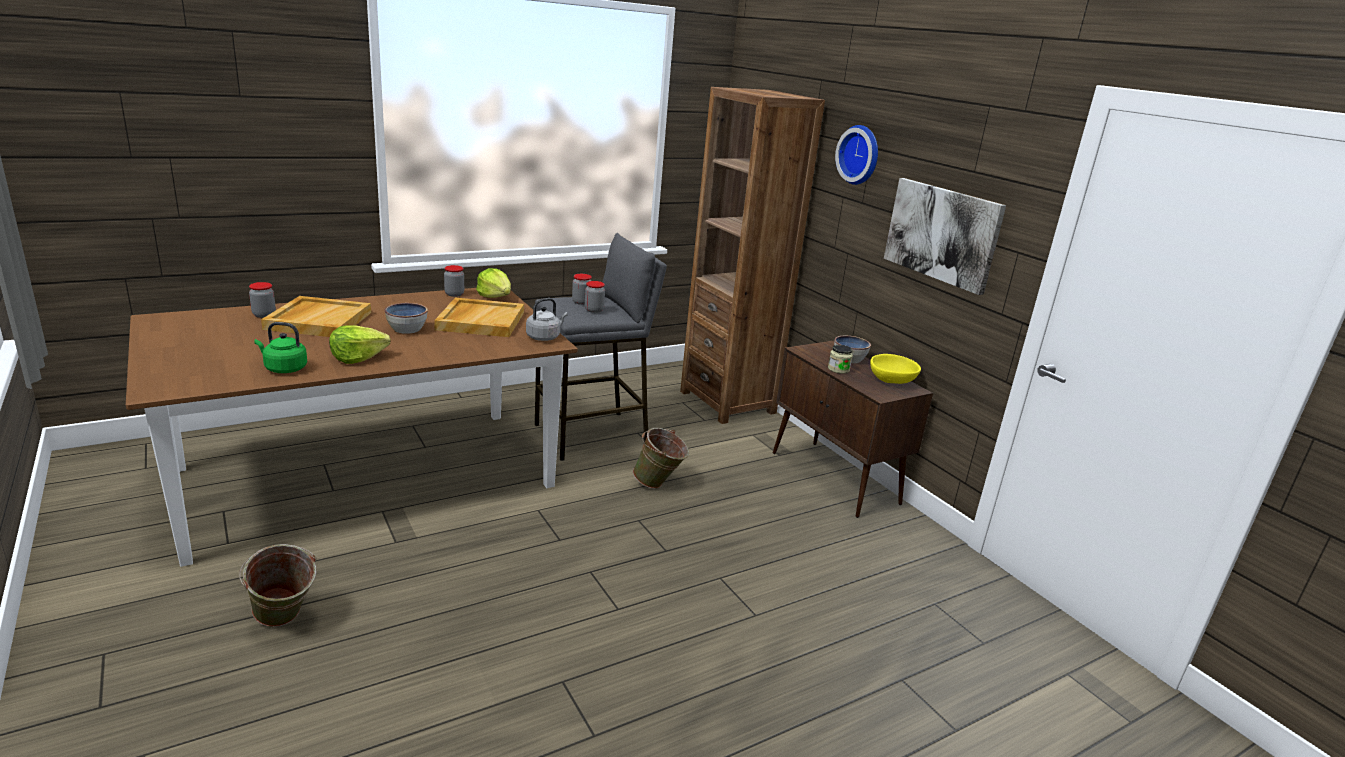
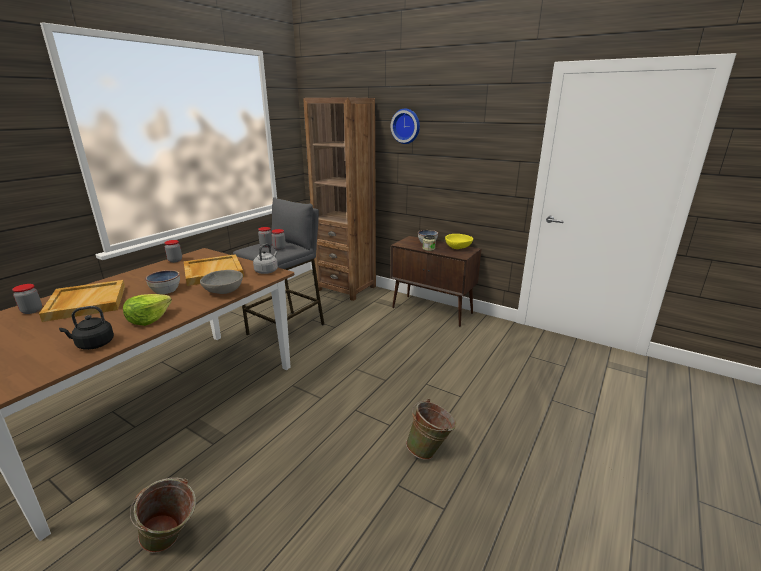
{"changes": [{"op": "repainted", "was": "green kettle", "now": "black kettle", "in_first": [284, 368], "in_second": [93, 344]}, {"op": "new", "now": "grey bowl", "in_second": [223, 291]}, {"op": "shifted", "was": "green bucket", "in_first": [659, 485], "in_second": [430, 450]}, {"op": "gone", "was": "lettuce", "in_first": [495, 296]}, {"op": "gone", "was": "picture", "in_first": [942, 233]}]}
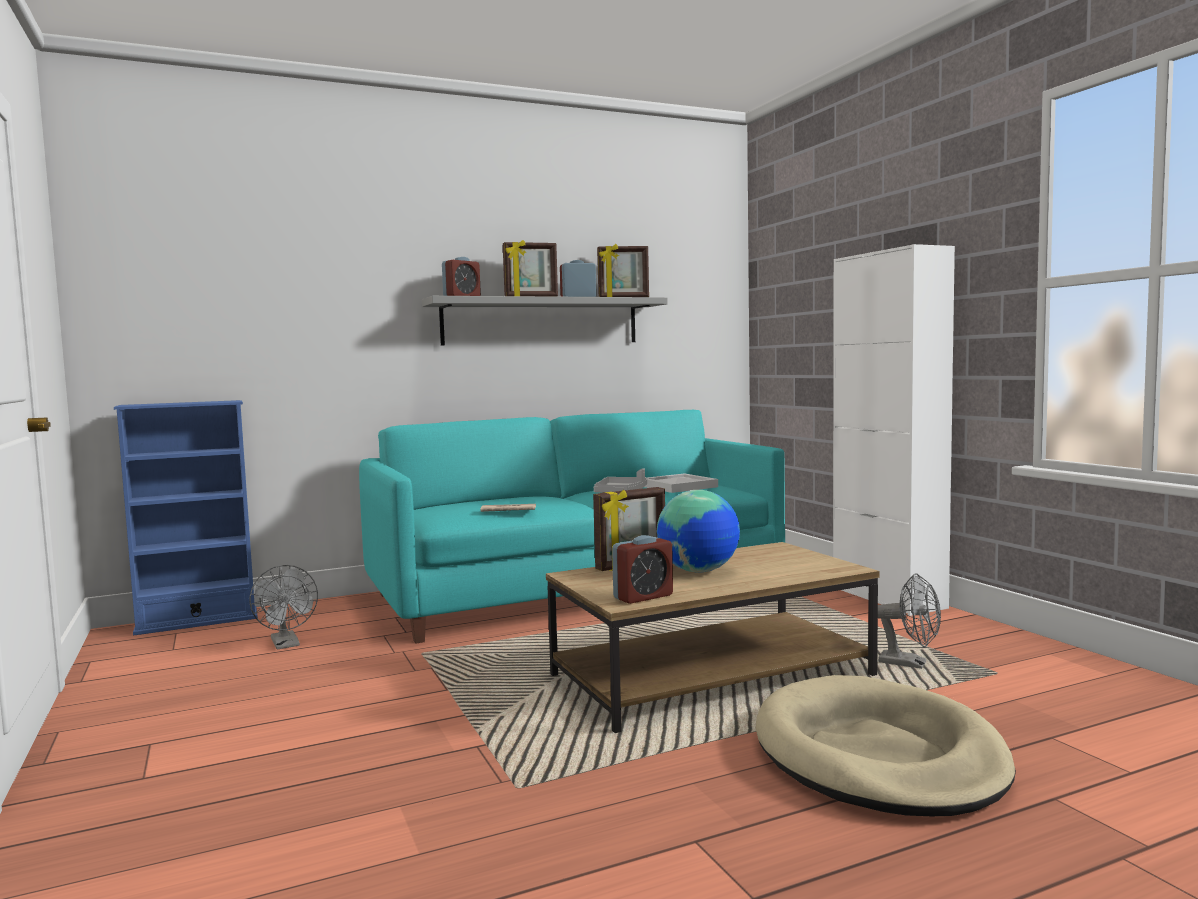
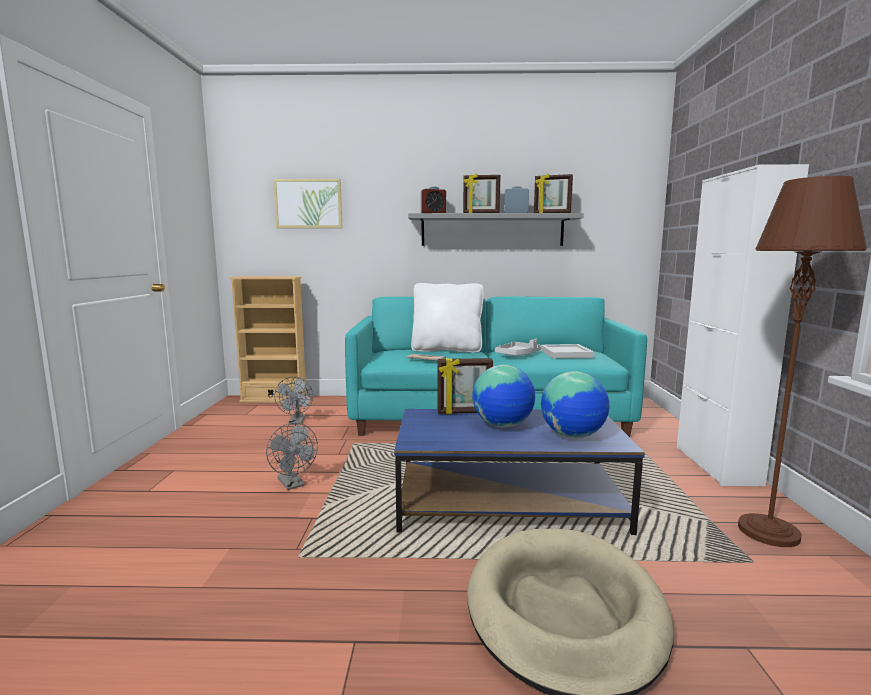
{"changes": [{"op": "repainted", "was": "blue bookcase", "now": "beige bookcase", "in_first": [197, 621], "in_second": [274, 399]}, {"op": "shifted", "was": "grey fan", "in_first": [910, 664], "in_second": [293, 484]}, {"op": "new", "now": "picture", "in_second": [308, 204]}, {"op": "repainted", "was": "brown coffee table", "now": "blue coffee table", "in_first": [713, 675], "in_second": [509, 503]}, {"op": "new", "now": "white pillow", "in_second": [447, 350]}, {"op": "new", "now": "globe", "in_second": [573, 435]}, {"op": "new", "now": "brown floor lamp", "in_second": [768, 532]}, {"op": "gone", "was": "alarm clock", "in_first": [643, 597]}]}
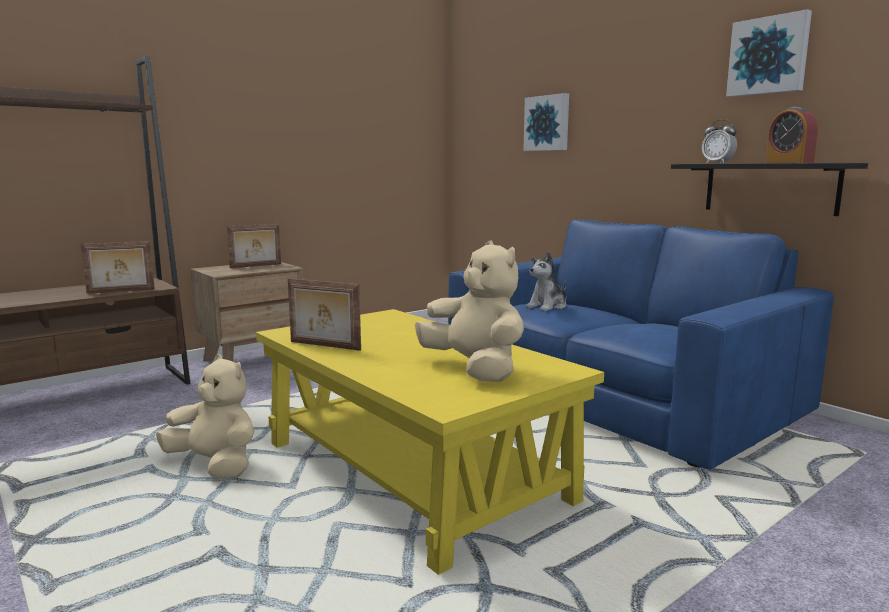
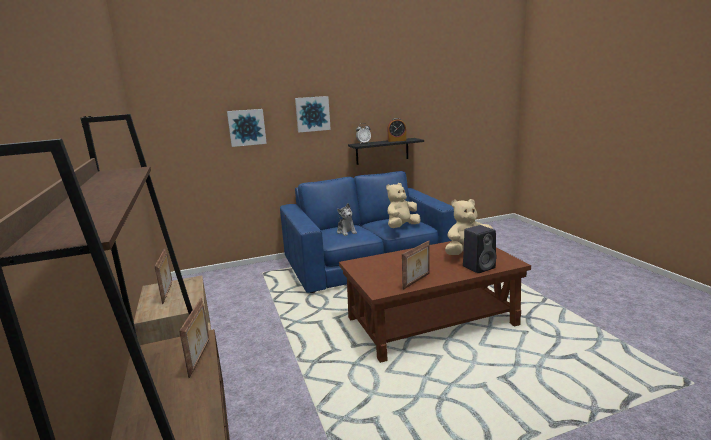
{"changes": [{"op": "shifted", "was": "picture", "in_first": [768, 56], "in_second": [312, 114]}, {"op": "repainted", "was": "yellow coffee table", "now": "brown coffee table", "in_first": [414, 471], "in_second": [431, 321]}, {"op": "shifted", "was": "beige plush toy", "in_first": [215, 465], "in_second": [402, 227]}, {"op": "new", "now": "black speaker", "in_second": [479, 267]}]}
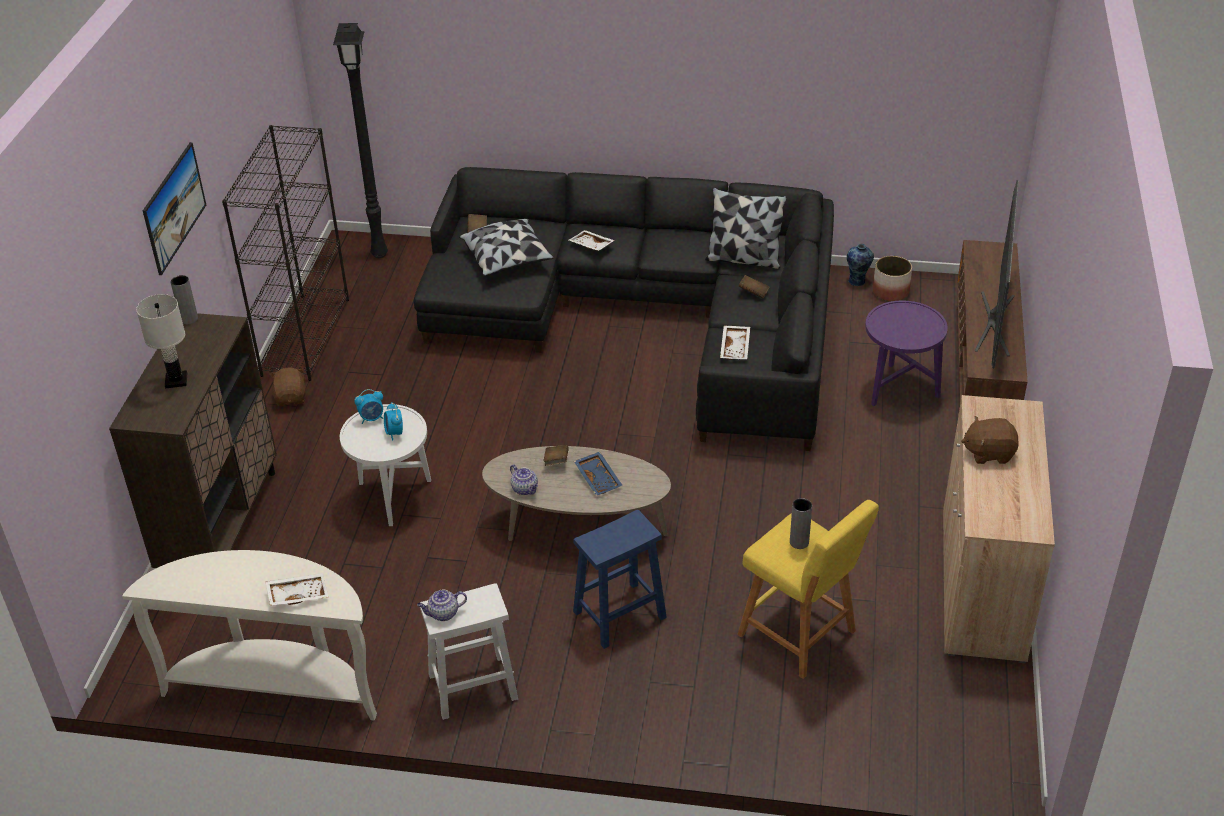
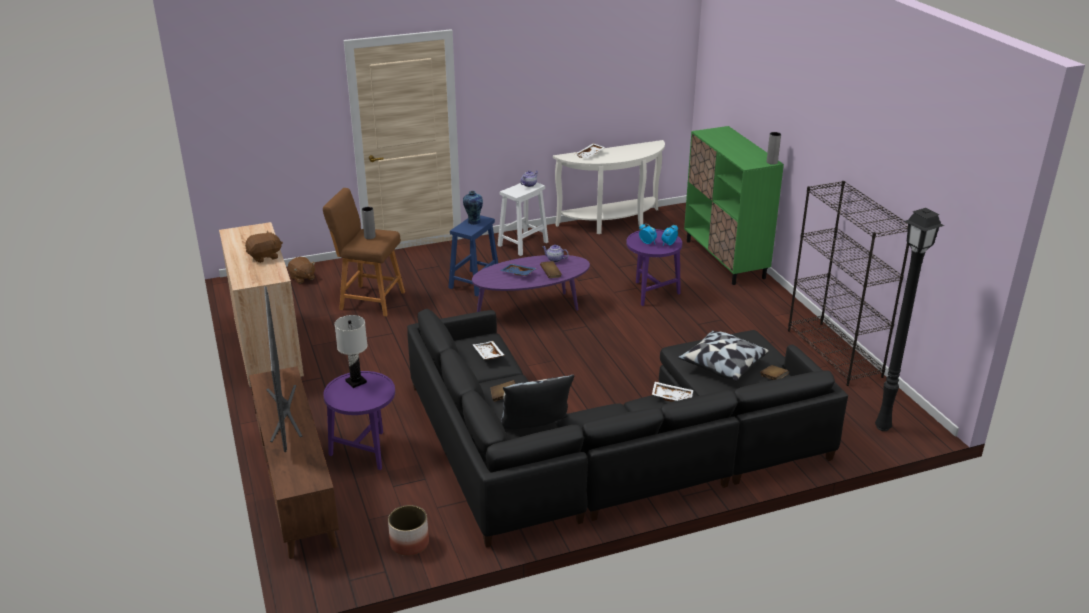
{"changes": [{"op": "shifted", "was": "brown plush toy", "in_first": [291, 398], "in_second": [302, 278]}, {"op": "repainted", "was": "yellow stool", "now": "brown stool", "in_first": [801, 636], "in_second": [369, 300]}, {"op": "shifted", "was": "white table lamp", "in_first": [176, 380], "in_second": [356, 382]}, {"op": "shifted", "was": "vase", "in_first": [857, 281], "in_second": [473, 222]}, {"op": "repainted", "was": "beige coffee table", "now": "purple coffee table", "in_first": [578, 527], "in_second": [531, 309]}, {"op": "repainted", "was": "white side table", "now": "purple side table", "in_first": [393, 498], "in_second": [651, 292]}, {"op": "repainted", "was": "brown cabinet", "now": "green cabinet", "in_first": [221, 524], "in_second": [725, 259]}, {"op": "gone", "was": "picture", "in_first": [178, 223]}]}
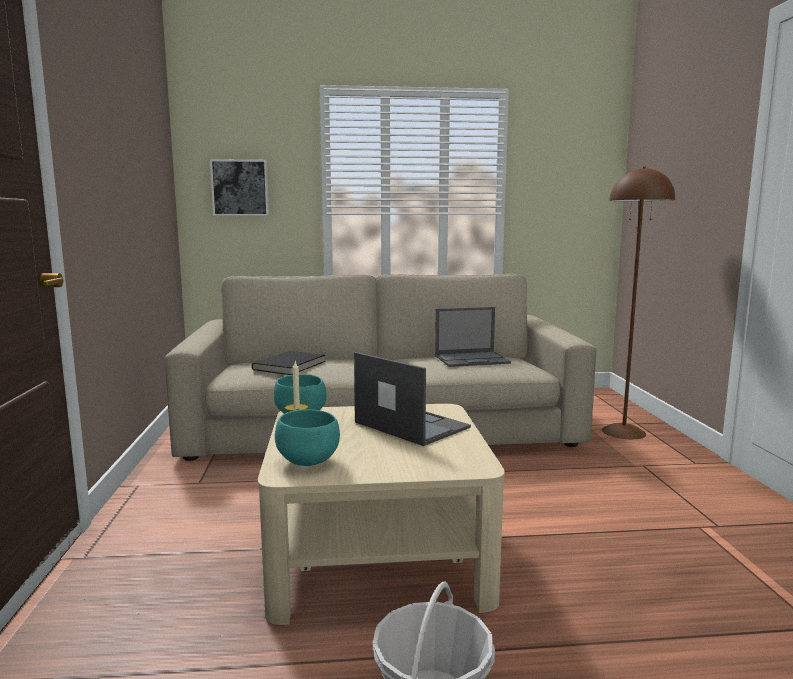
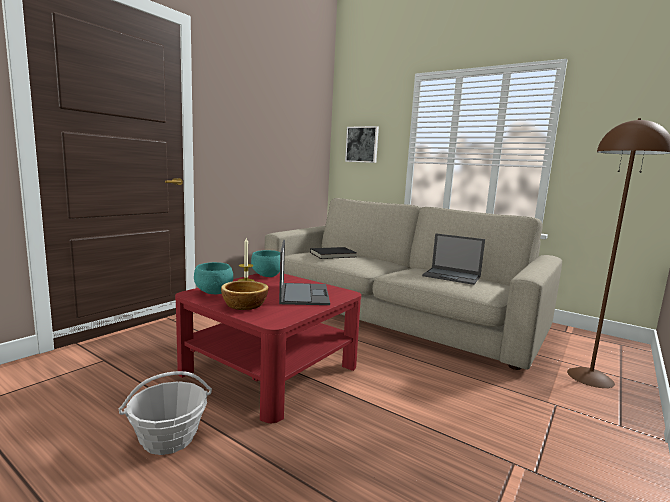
{"changes": [{"op": "repainted", "was": "beige coffee table", "now": "red coffee table", "in_first": [378, 552], "in_second": [271, 369]}, {"op": "new", "now": "bowl", "in_second": [243, 305]}]}
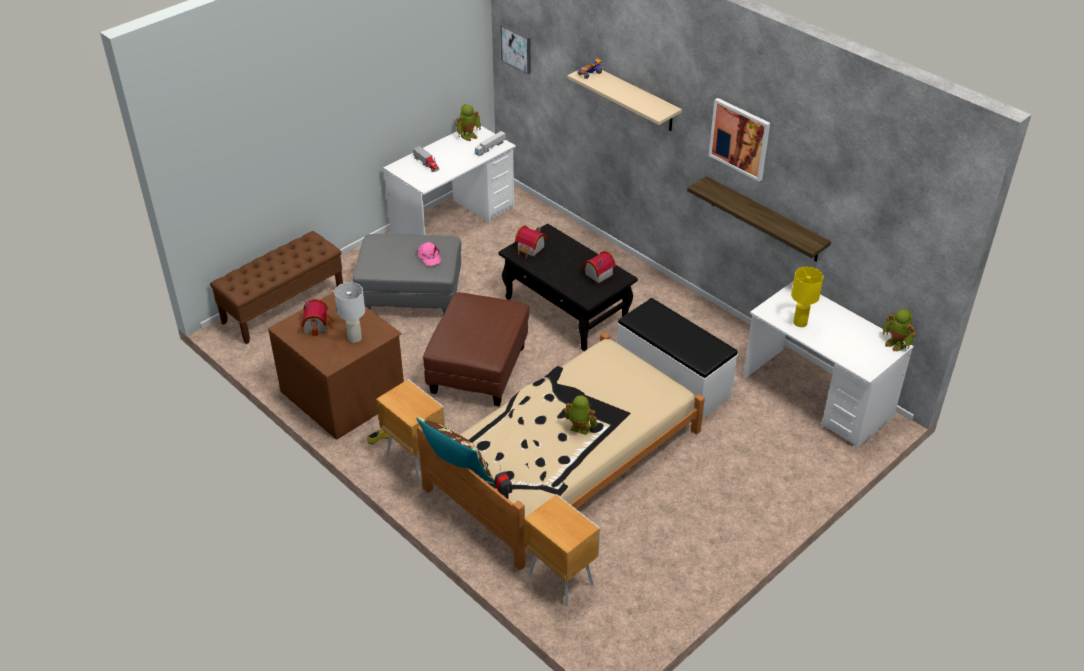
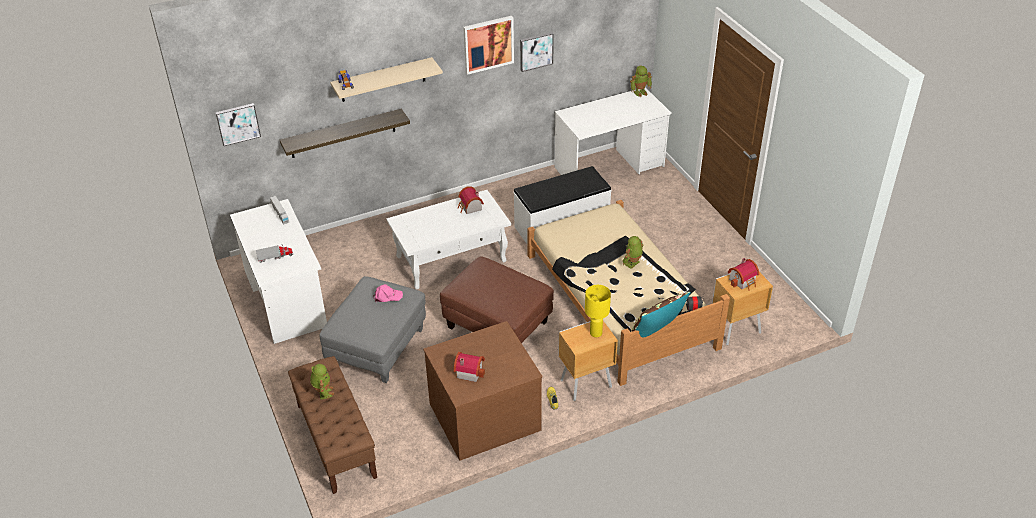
{"changes": [{"op": "shifted", "was": "shelf", "in_first": [764, 219], "in_second": [343, 133]}, {"op": "shifted", "was": "toy robot", "in_first": [468, 135], "in_second": [323, 392]}, {"op": "repainted", "was": "black coffee table", "now": "white coffee table", "in_first": [567, 310], "in_second": [452, 258]}, {"op": "new", "now": "picture", "in_second": [536, 51]}, {"op": "shifted", "was": "yellow table lamp", "in_first": [799, 322], "in_second": [595, 333]}, {"op": "shifted", "was": "toy house", "in_first": [530, 249], "in_second": [743, 281]}, {"op": "gone", "was": "white table lamp", "in_first": [354, 338]}]}
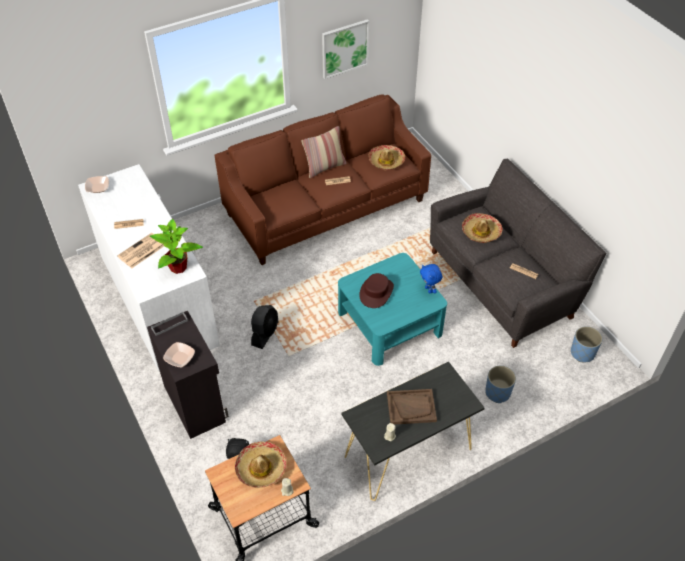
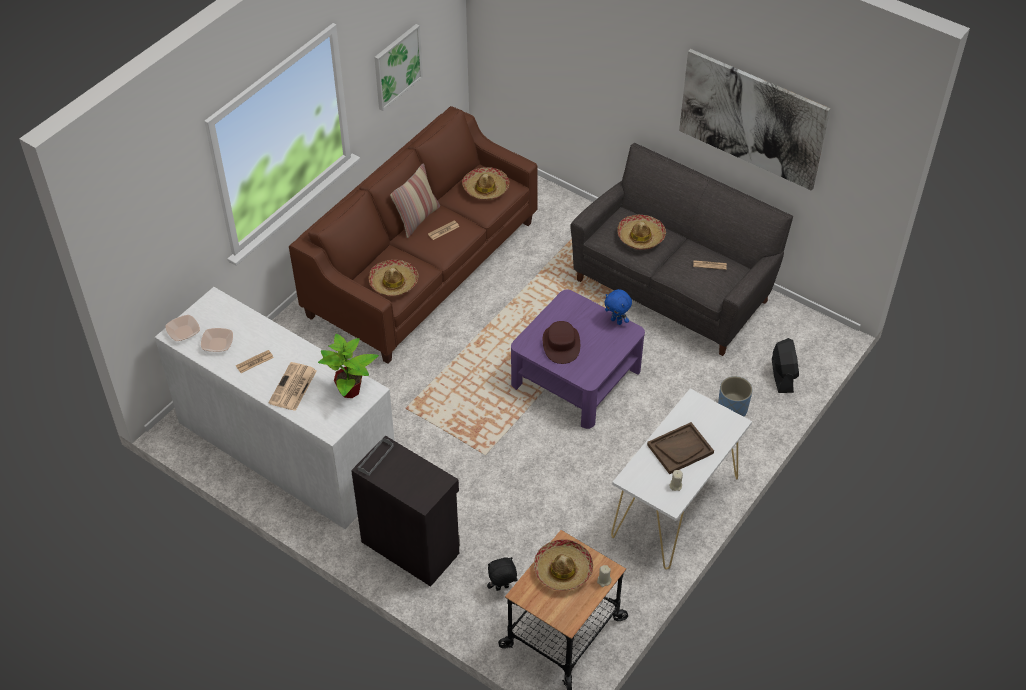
{"changes": [{"op": "shifted", "was": "bowl", "in_first": [180, 358], "in_second": [218, 344]}, {"op": "new", "now": "hat", "in_second": [394, 283]}, {"op": "repainted", "was": "turquoise coffee table", "now": "purple coffee table", "in_first": [390, 323], "in_second": [576, 377]}, {"op": "repainted", "was": "black console table", "now": "white console table", "in_first": [407, 453], "in_second": [675, 507]}, {"op": "new", "now": "picture", "in_second": [752, 118]}, {"op": "shifted", "was": "black fan", "in_first": [265, 333], "in_second": [782, 375]}, {"op": "gone", "was": "blue planter", "in_first": [582, 353]}]}
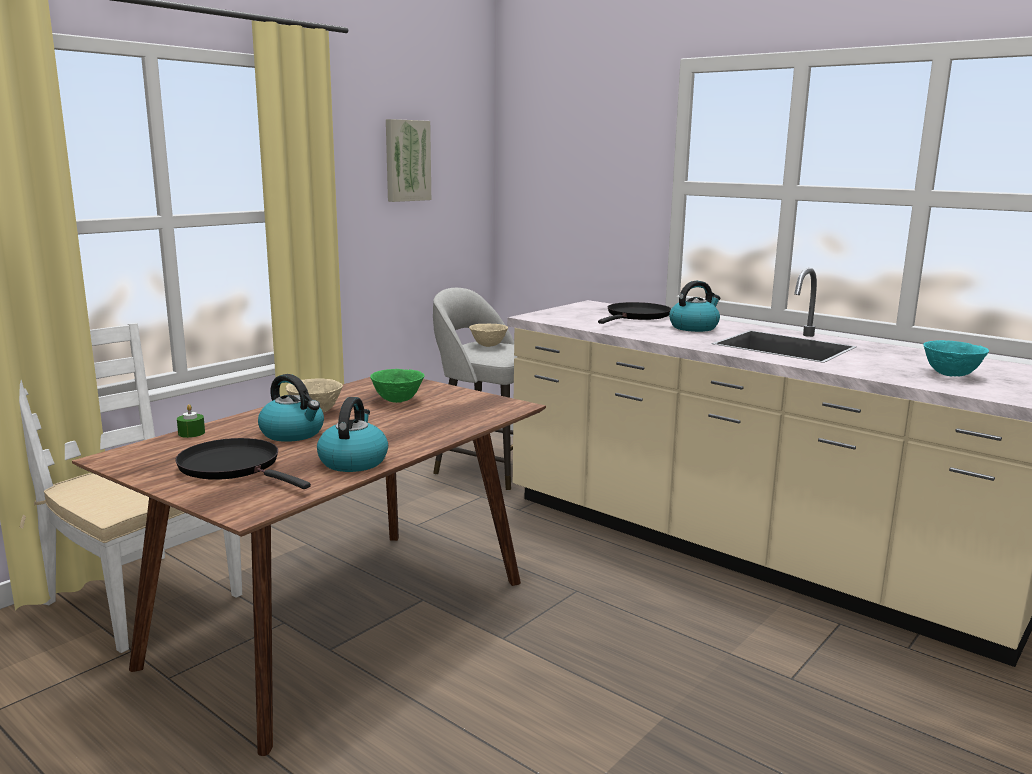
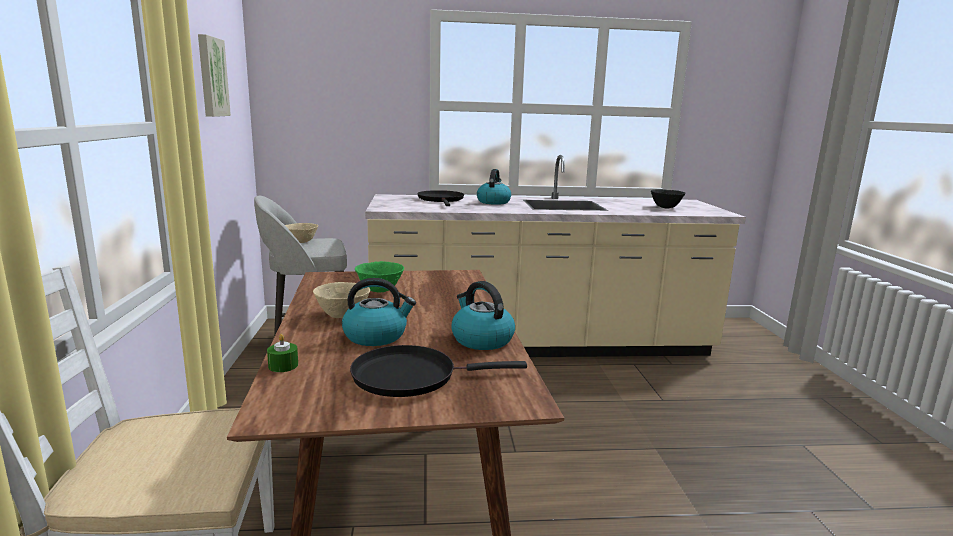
{"changes": [{"op": "repainted", "was": "turquoise bowl", "now": "black bowl", "in_first": [951, 375], "in_second": [666, 208]}]}
